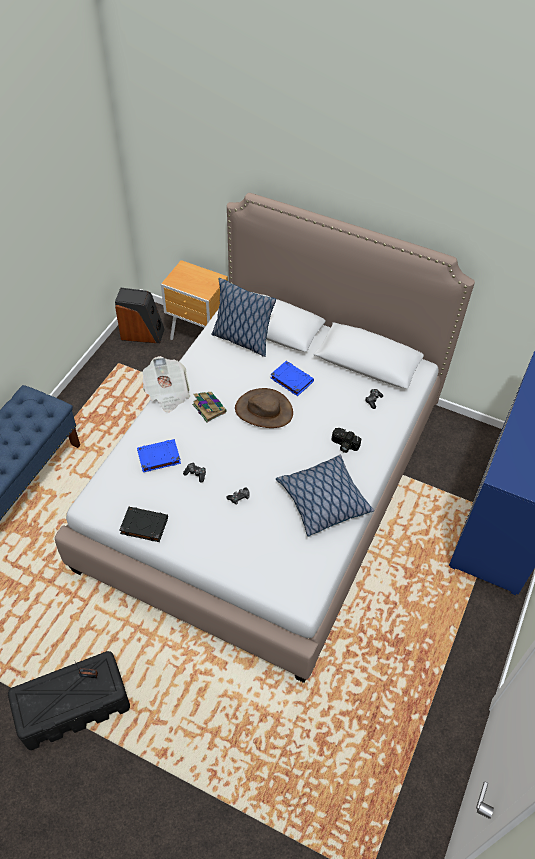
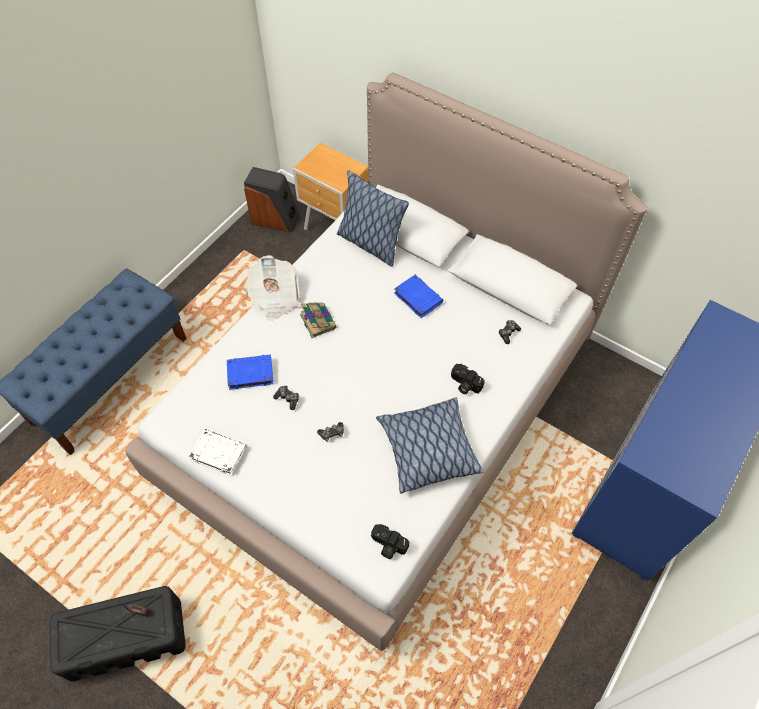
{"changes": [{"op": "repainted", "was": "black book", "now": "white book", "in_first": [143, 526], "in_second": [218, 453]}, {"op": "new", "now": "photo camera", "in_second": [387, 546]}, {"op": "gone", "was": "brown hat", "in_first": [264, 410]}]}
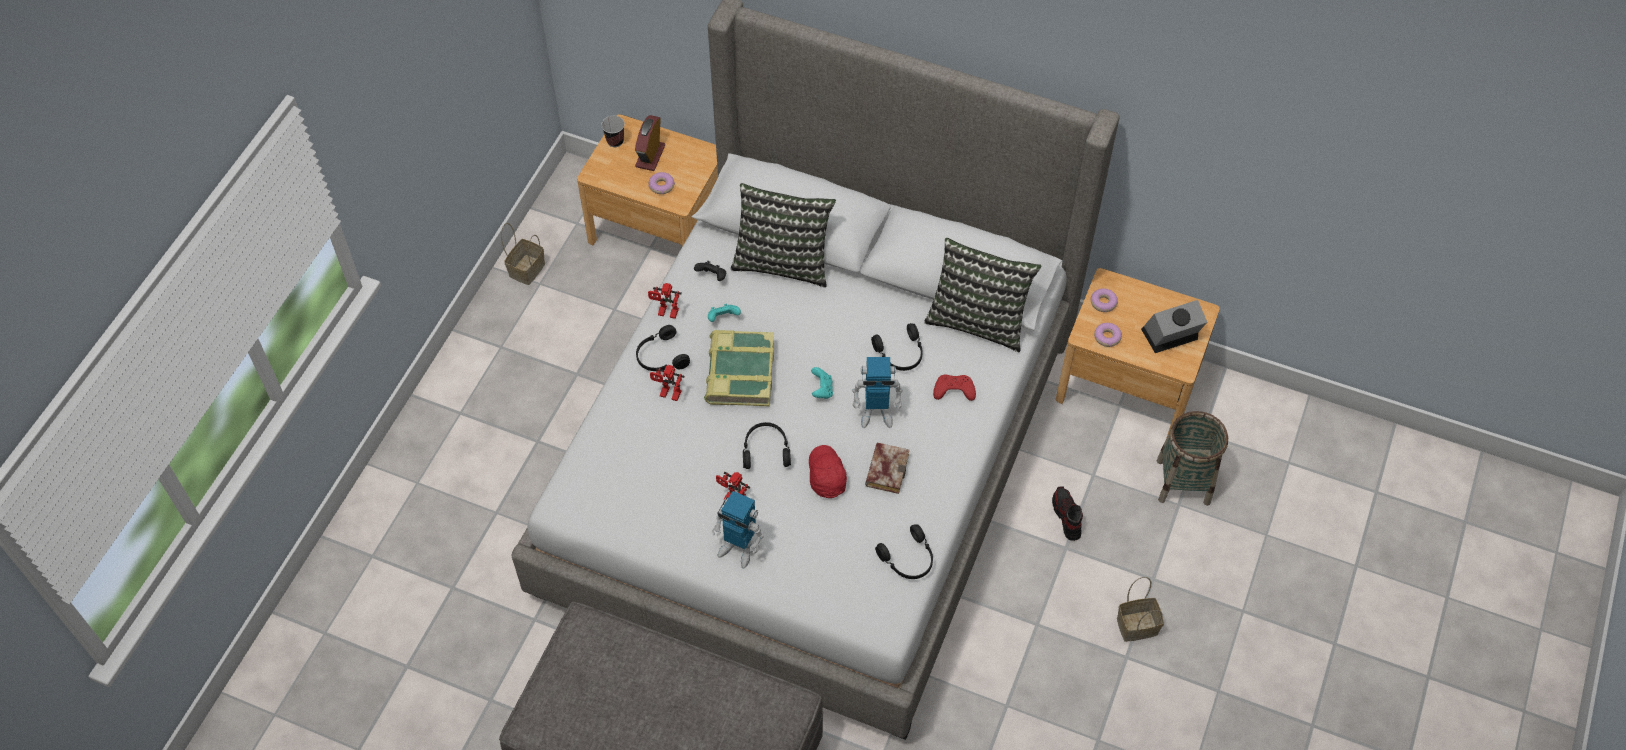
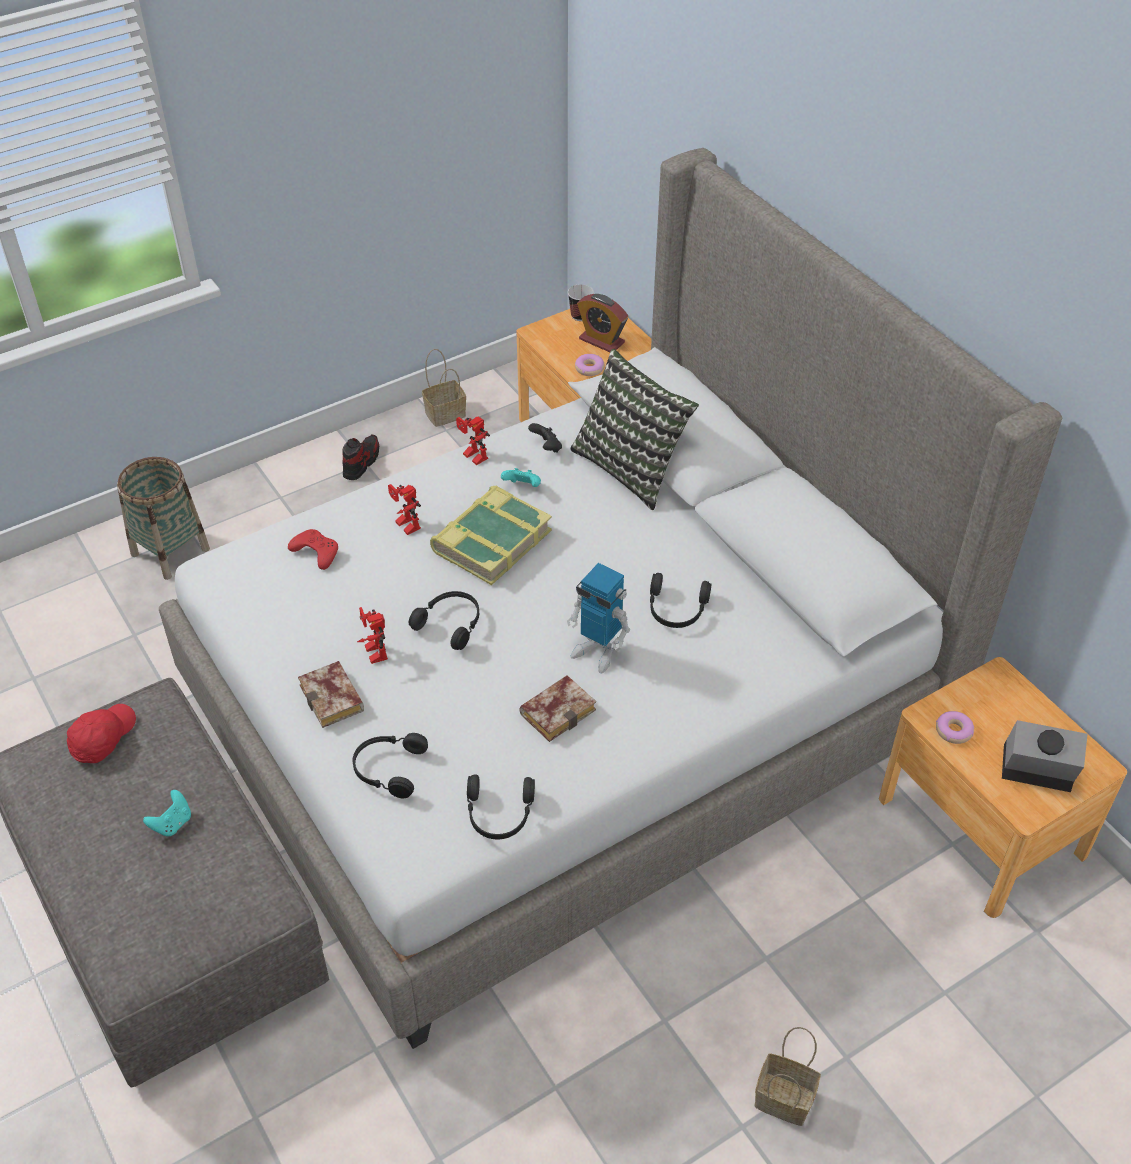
{"changes": [{"op": "shifted", "was": "red cap", "in_first": [826, 475], "in_second": [102, 738]}, {"op": "shifted", "was": "basket", "in_first": [1183, 481], "in_second": [170, 552]}, {"op": "shifted", "was": "turquoise game controller", "in_first": [822, 390], "in_second": [172, 823]}, {"op": "shifted", "was": "red game controller", "in_first": [954, 390], "in_second": [316, 552]}, {"op": "swapped", "was": "toy robot", "now": "book", "in_first": [738, 548], "in_second": [335, 700]}, {"op": "shifted", "was": "shoe", "in_first": [1066, 516], "in_second": [361, 462]}, {"op": "shifted", "was": "black headphones", "in_first": [660, 357], "in_second": [388, 769]}, {"op": "rotated", "was": "alarm clock", "in_first": [650, 156], "in_second": [601, 341], "clockwise": -105}, {"op": "gone", "was": "pillow", "in_first": [978, 319]}, {"op": "gone", "was": "donut", "in_first": [1103, 303]}]}
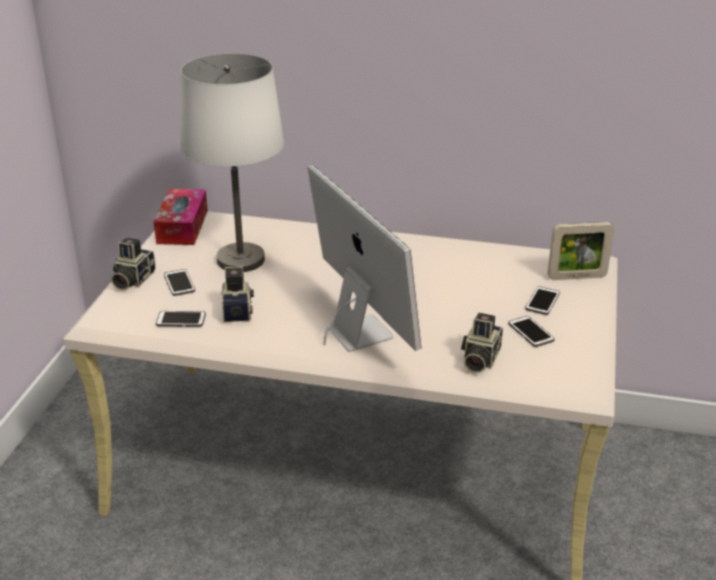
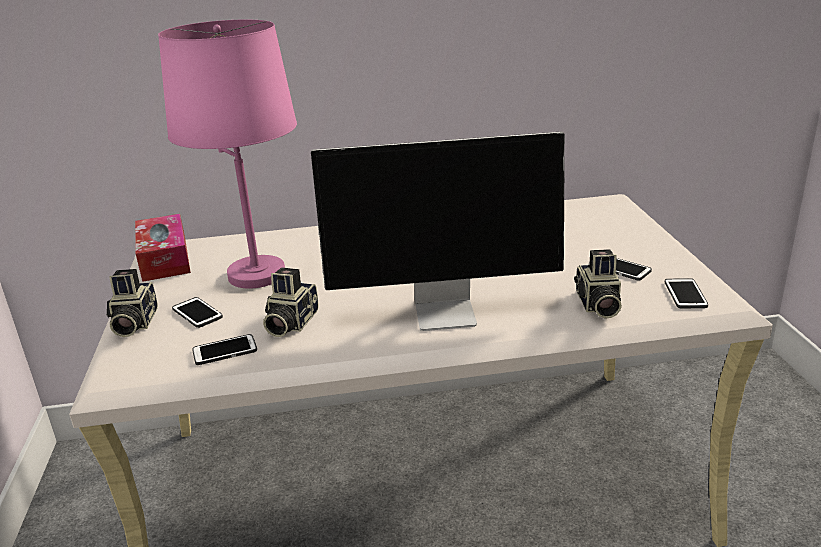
{"changes": [{"op": "repainted", "was": "white table lamp", "now": "pink table lamp", "in_first": [241, 260], "in_second": [257, 274]}, {"op": "rotated", "was": "photo camera", "in_first": [238, 309], "in_second": [290, 323], "clockwise": -135}, {"op": "rotated", "was": "monitor", "in_first": [358, 332], "in_second": [447, 312], "clockwise": 135}, {"op": "shifted", "was": "phone", "in_first": [542, 301], "in_second": [685, 294]}, {"op": "gone", "was": "picture frame", "in_first": [576, 277]}]}
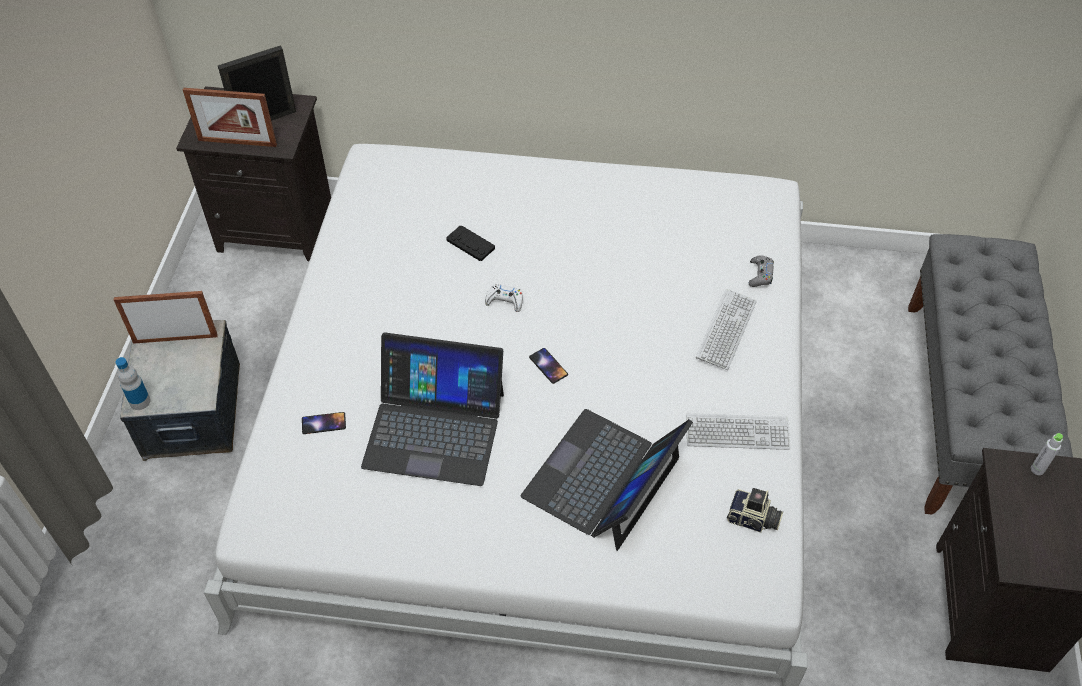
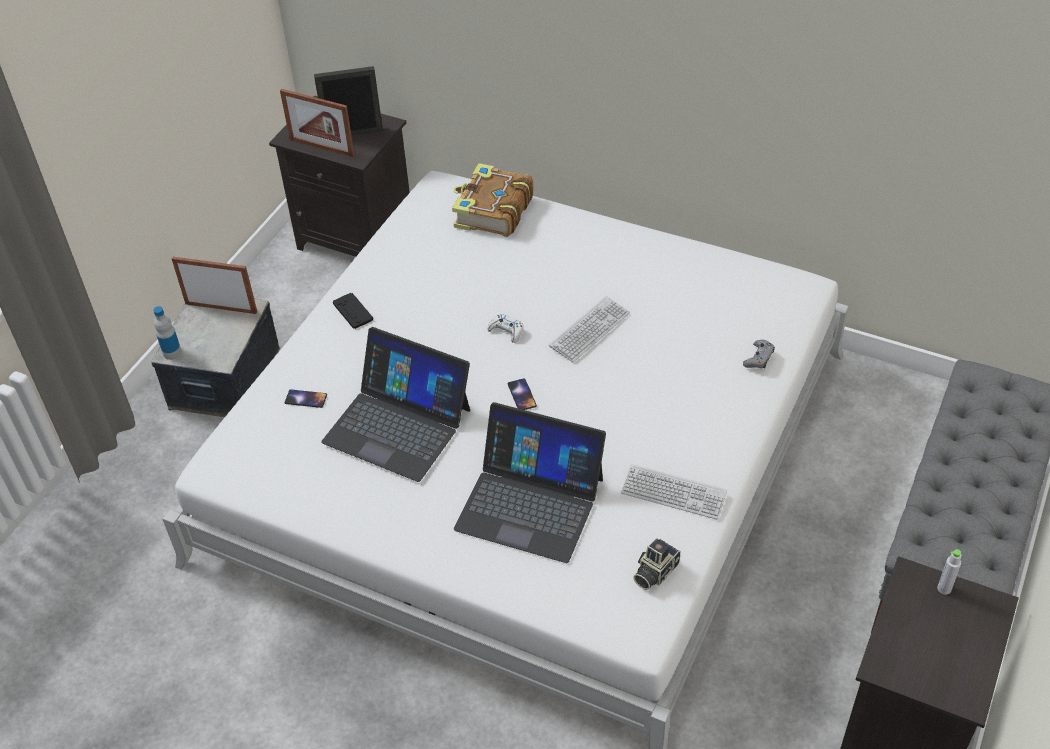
{"changes": [{"op": "shifted", "was": "black game controller", "in_first": [470, 244], "in_second": [353, 311]}, {"op": "new", "now": "book", "in_second": [492, 212]}, {"op": "rotated", "was": "laptop", "in_first": [603, 479], "in_second": [530, 503], "clockwise": -120}, {"op": "shifted", "was": "keyboard", "in_first": [726, 330], "in_second": [589, 330]}, {"op": "rotated", "was": "photo camera", "in_first": [753, 520], "in_second": [654, 572], "clockwise": 90}]}
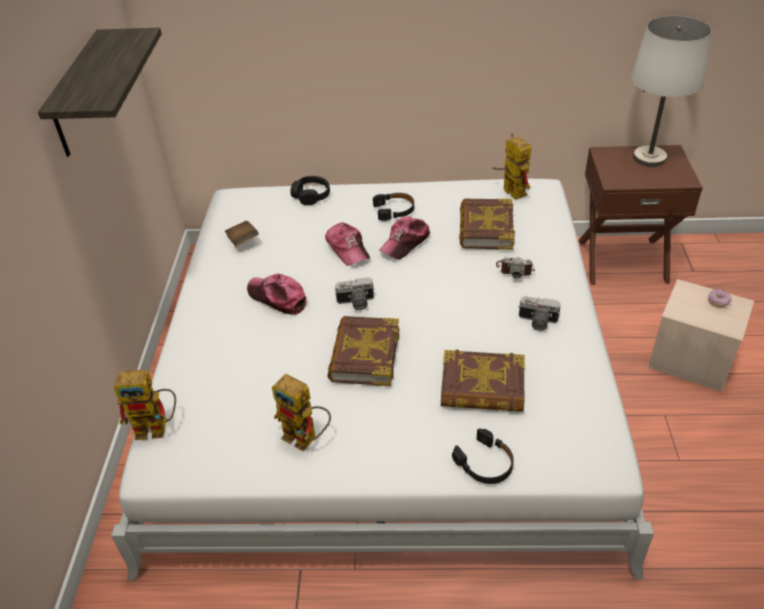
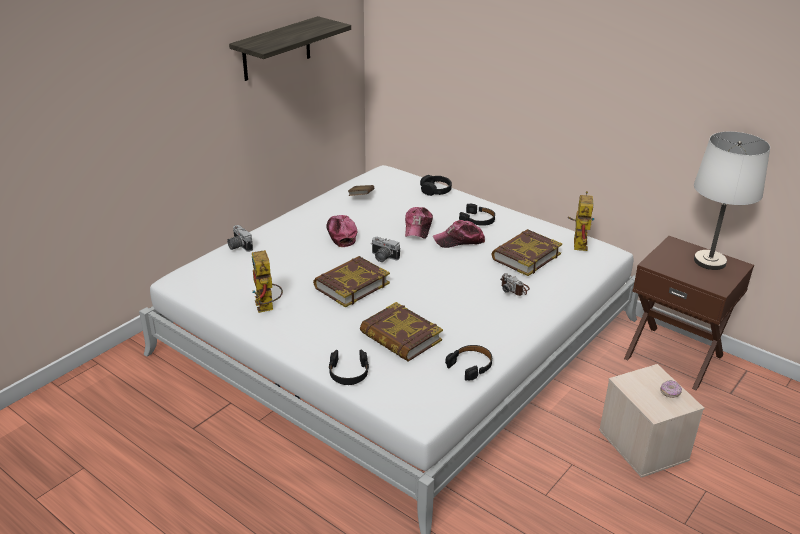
{"changes": [{"op": "shifted", "was": "photo camera", "in_first": [537, 322], "in_second": [238, 246]}, {"op": "new", "now": "black headphones", "in_second": [471, 365]}, {"op": "gone", "was": "toy robot", "in_first": [158, 427]}]}
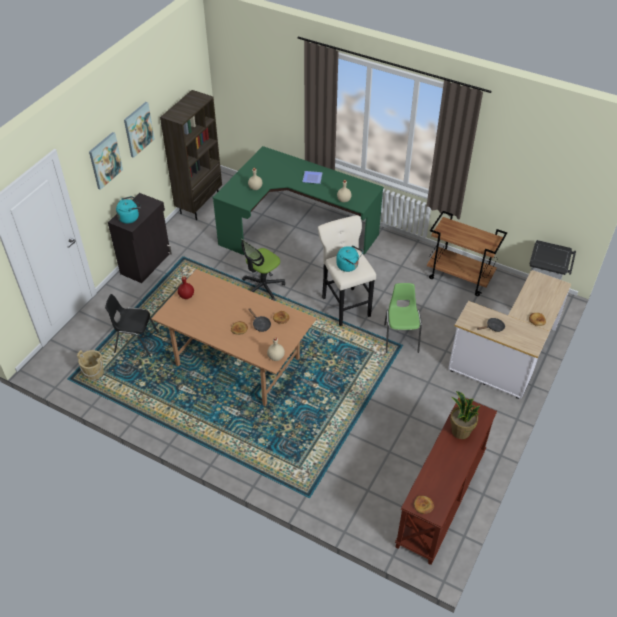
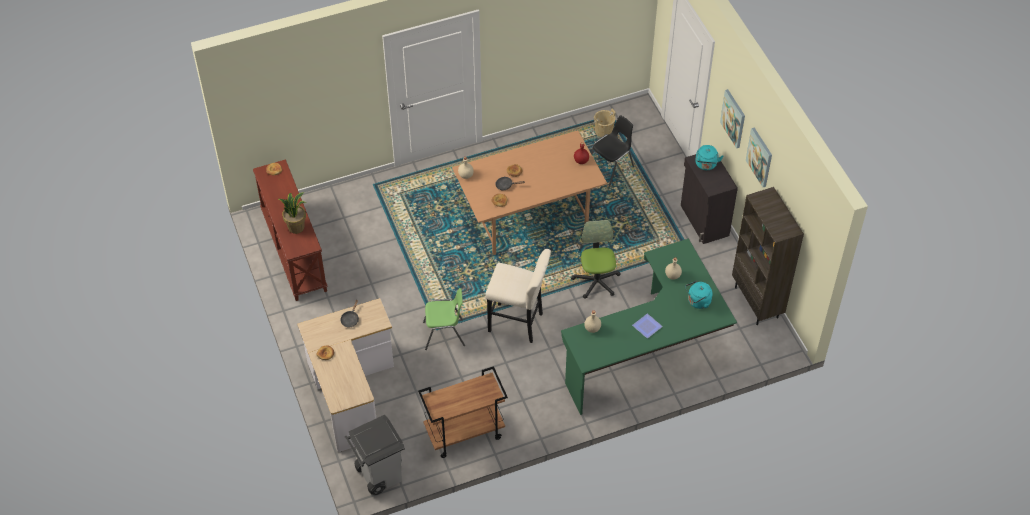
{"changes": [{"op": "rotated", "was": "green chair", "in_first": [401, 338], "in_second": [444, 334], "clockwise": -45}, {"op": "shifted", "was": "turquoise kettle", "in_first": [349, 266], "in_second": [697, 302]}]}
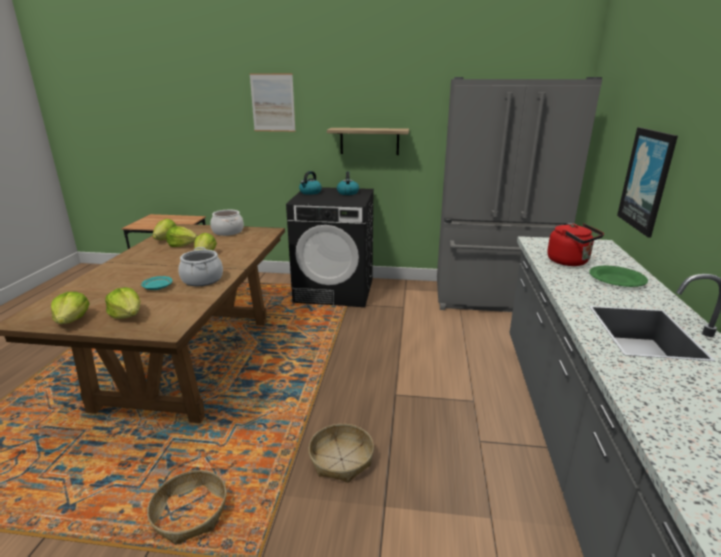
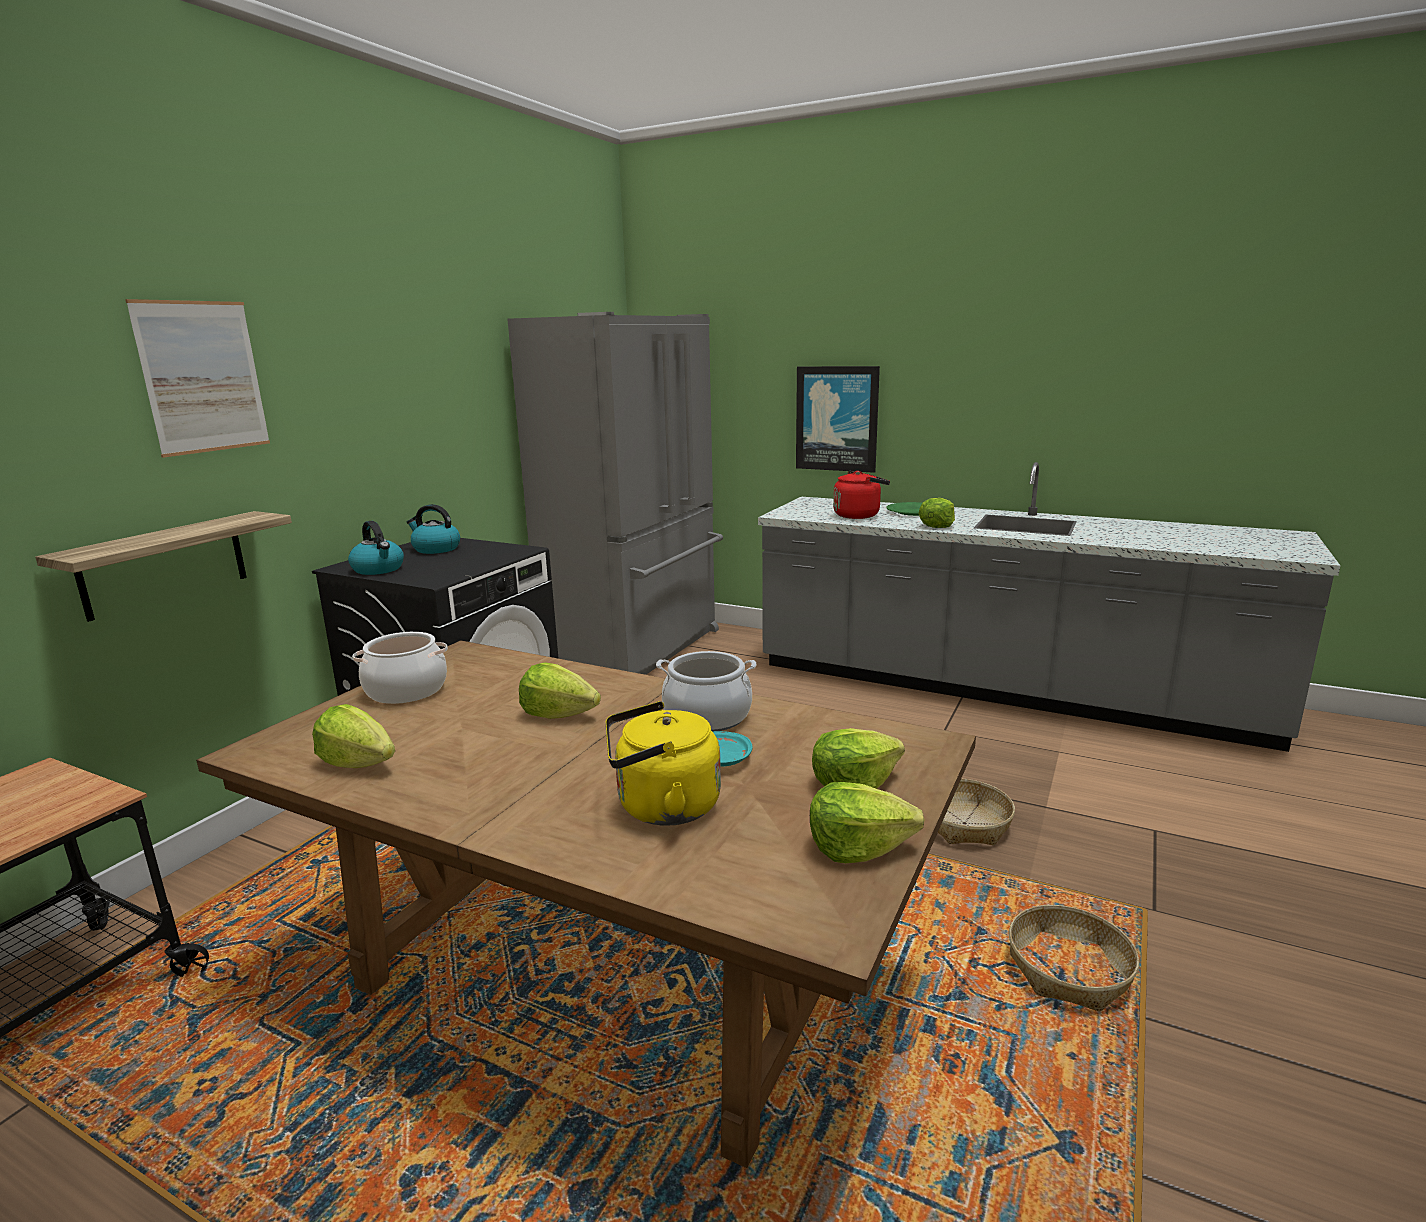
{"changes": [{"op": "shifted", "was": "shelf", "in_first": [369, 141], "in_second": [164, 564]}, {"op": "new", "now": "yellow kettle", "in_second": [662, 807]}, {"op": "shifted", "was": "lettuce", "in_first": [182, 245], "in_second": [937, 525]}]}
